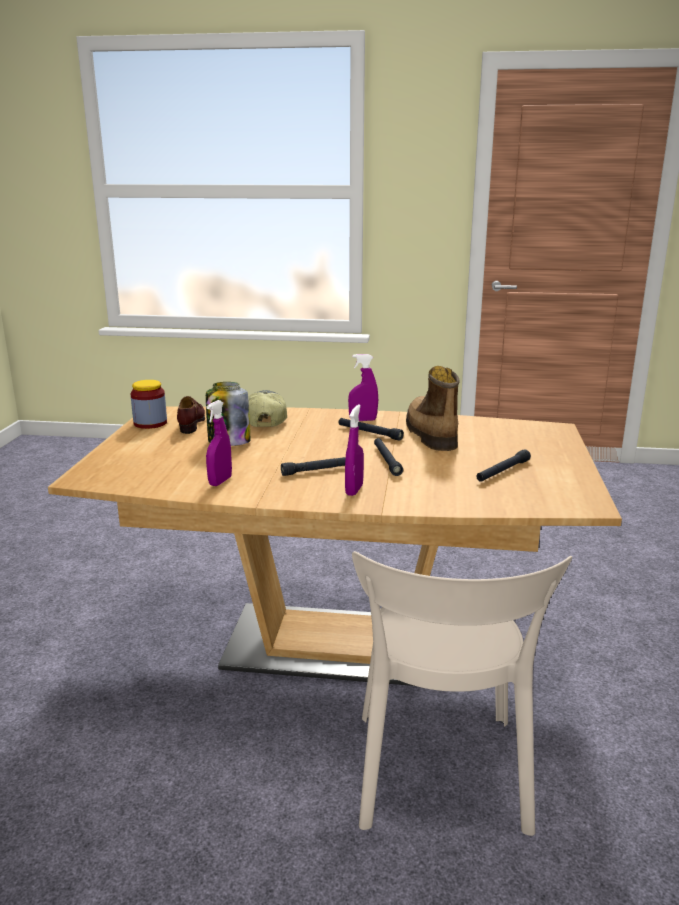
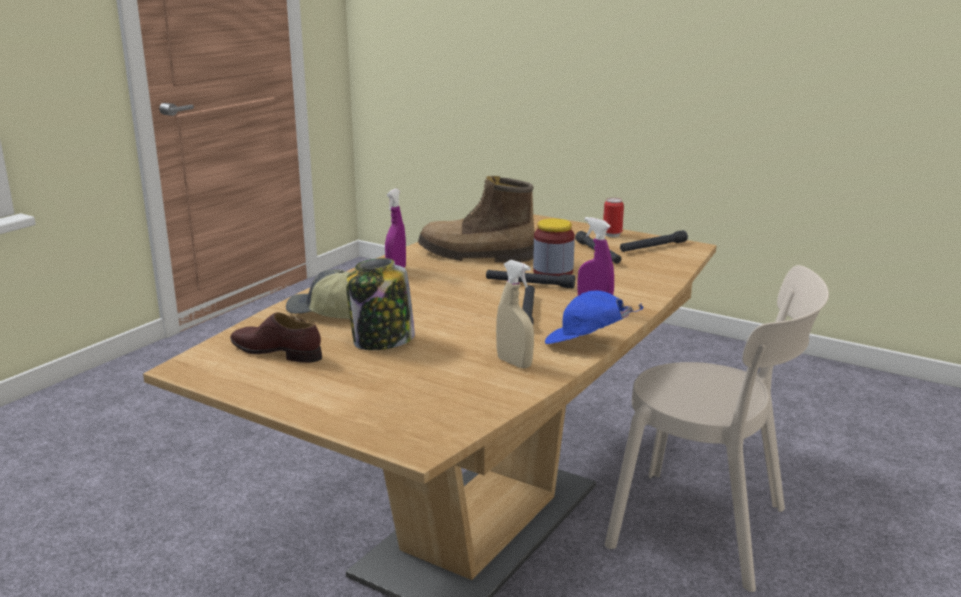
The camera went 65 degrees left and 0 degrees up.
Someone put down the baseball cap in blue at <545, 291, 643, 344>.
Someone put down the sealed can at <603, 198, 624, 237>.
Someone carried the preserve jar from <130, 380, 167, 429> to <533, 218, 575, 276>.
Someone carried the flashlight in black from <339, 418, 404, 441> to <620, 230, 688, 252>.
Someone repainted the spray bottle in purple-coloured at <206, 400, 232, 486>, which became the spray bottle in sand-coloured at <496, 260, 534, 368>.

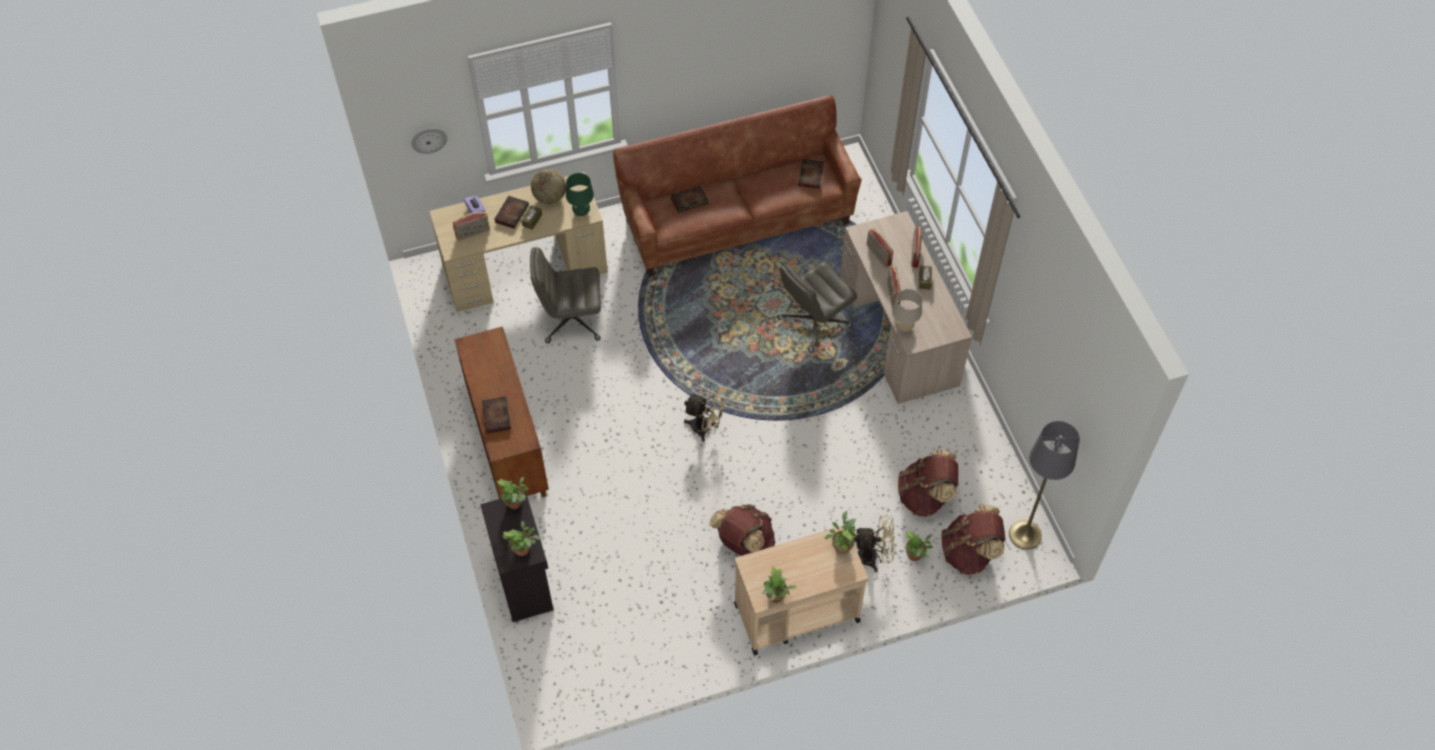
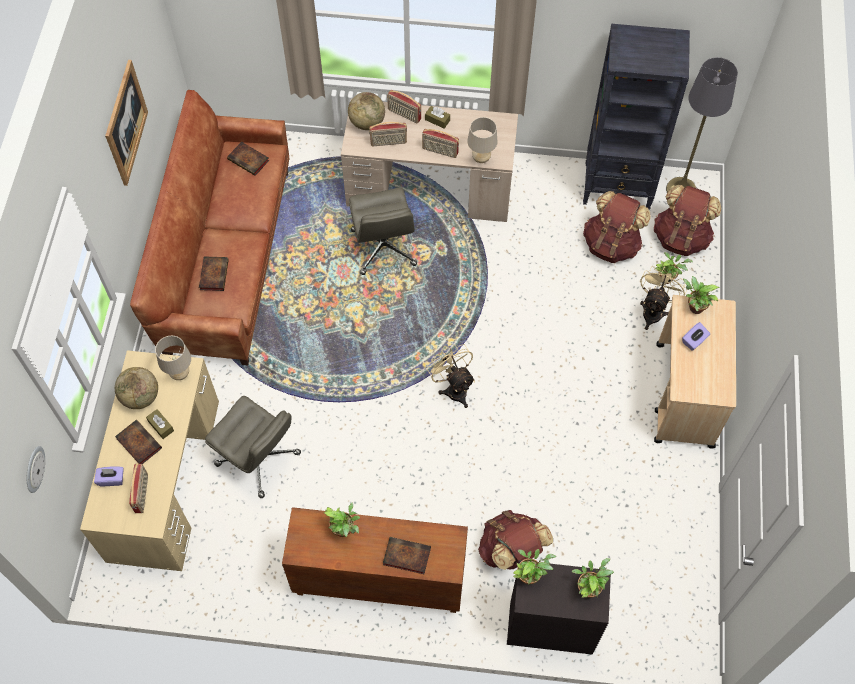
The camera went 65 degrees left and 5 degrees up.
Someone put up the wall art at <105, 60, 148, 186>.
Someone put down the globe at <348, 92, 385, 130>.
Someone put down the bookcase in black at <583, 24, 690, 209>.
Someone put down the tissue holder in purple-coloured at <682, 322, 710, 351>.
Someone carried the backpack in brown from <710, 504, 775, 556> to <478, 510, 553, 570>.
Someone carried the potted plant from <762, 566, 796, 603> to <324, 503, 360, 537>.
Someone repainted the lamp for a table in greenish at <566, 173, 594, 216>, which became the lamp for a table in sand-coloured at <155, 336, 191, 380>.
Someone rotated the computer chair in greyish at <530, 247, 601, 343> by 75 degrees counterclockwise.
Someone rotated the electric fan in sand-coloured at <684, 388, 727, 442> by 75 degrees counterclockwise.

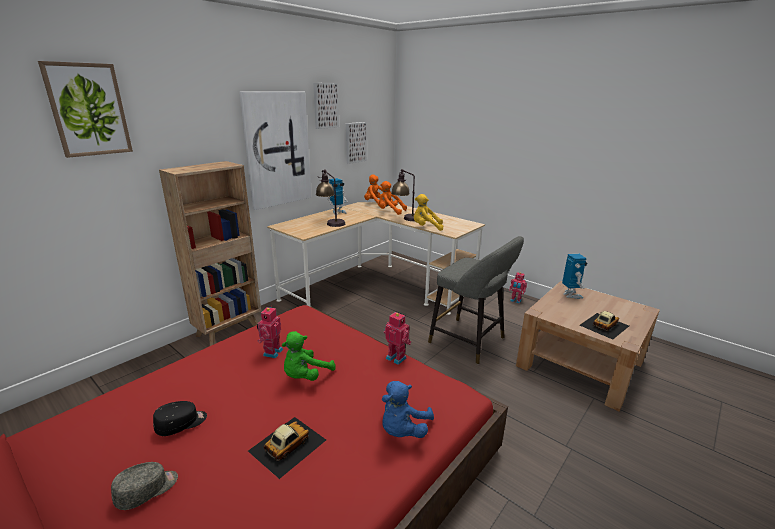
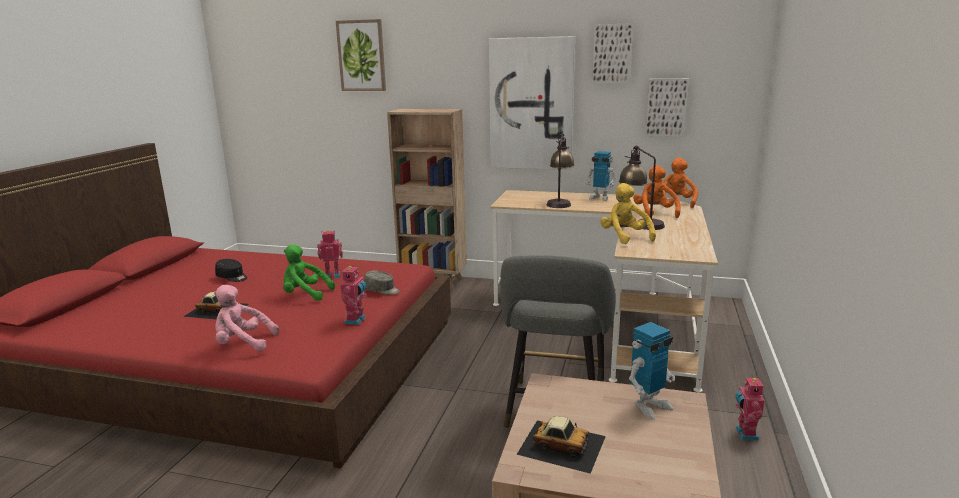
The camera went 65 degrees right and 5 degrees down.
Someone carried the baseball cap in greyish from <111, 462, 178, 510> to <364, 270, 400, 295>.
Someone repainted the plush toy in blue at <382, 381, 434, 438>, which became the plush toy in pink at <214, 285, 279, 351>.

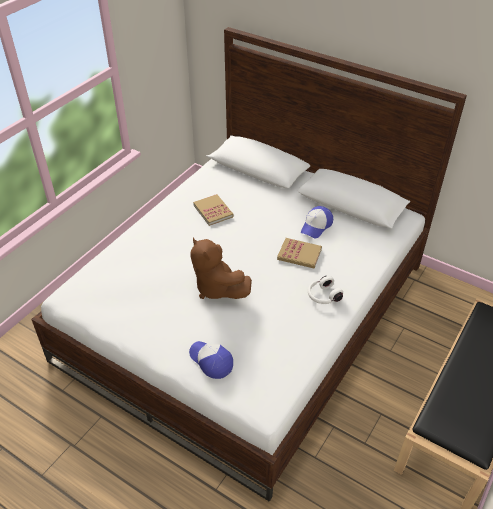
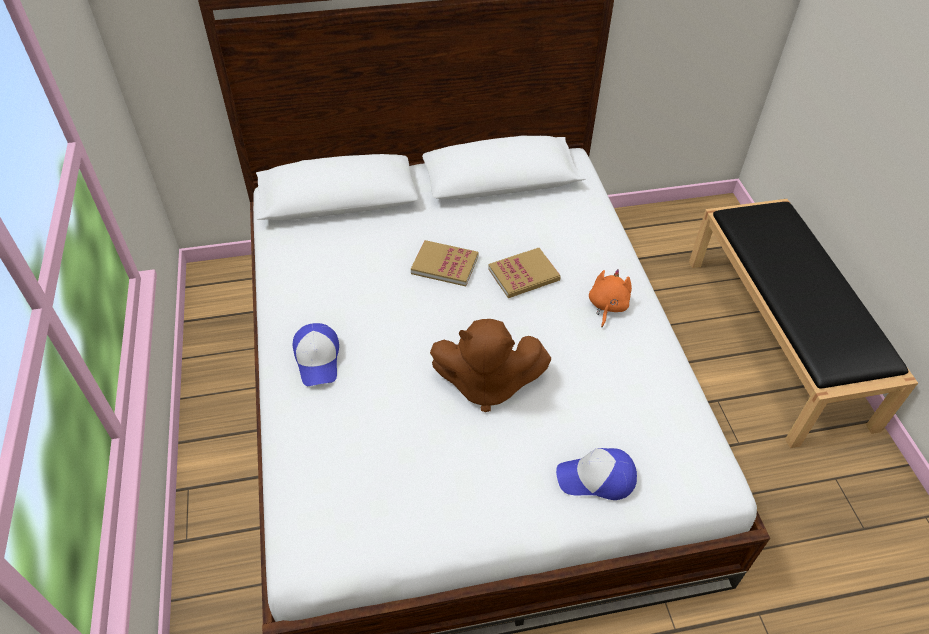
The camera went 45 degrees left and 5 degrees up.
Someone carried the bound book from <193, 194, 234, 226> to <411, 240, 479, 286>.
Someone carried the baseball cap from <301, 206, 333, 238> to <293, 323, 339, 386>.
Someone swapped the pair of headphones in white at <308, 276, 343, 304> for the plush toy in orange at <589, 269, 632, 327>.

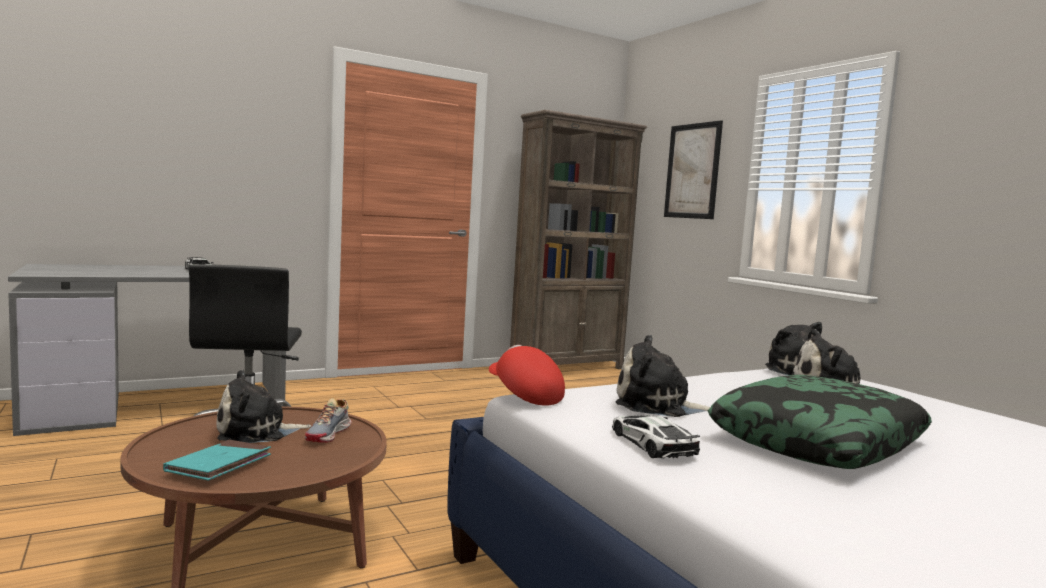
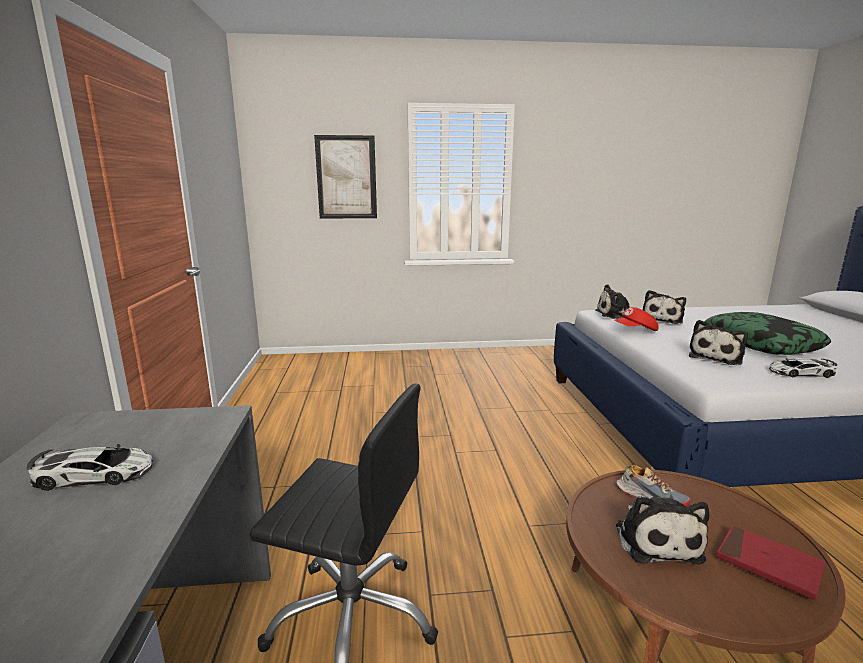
The camera went 65 degrees left and 10 degrees up.
Someone took away the bookcase in brown at <510, 110, 647, 369>.
Someone carried the baseball cap in red-coloured from <489, 345, 565, 406> to <614, 307, 659, 331>.
Someone repainted the bound book in blue-green at <163, 440, 271, 481>, which became the bound book in red-coloured at <716, 525, 826, 600>.

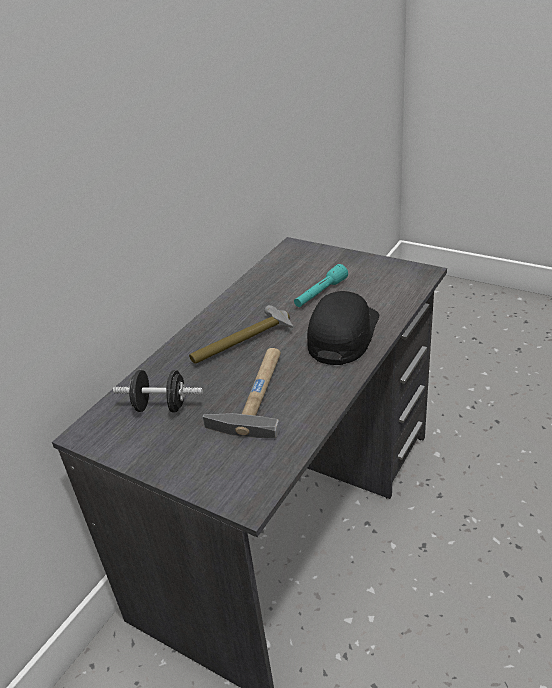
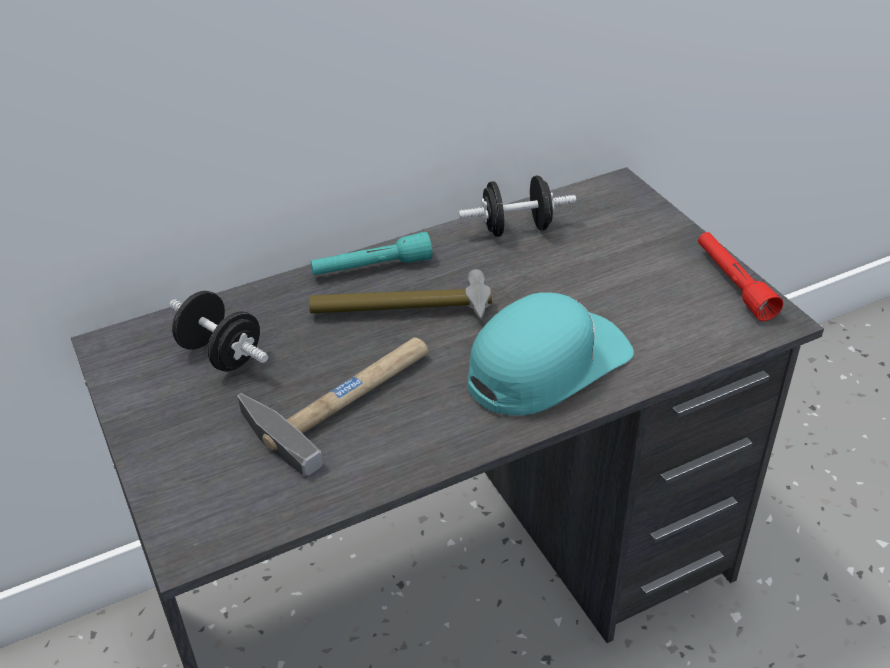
The camera went 30 degrees right and 5 degrees up.
Someone put down the dumbbell in black at <458, 175, 576, 237>.
Someone put down the flashlight in red-coloured at <698, 232, 783, 321>.
Someone carried the flashlight in blue-green from <294, 264, 348, 307> to <310, 232, 432, 275>.
Someone repainted the baseball cap in black at <307, 291, 379, 365>, which became the baseball cap in blue-green at <467, 292, 634, 416>.

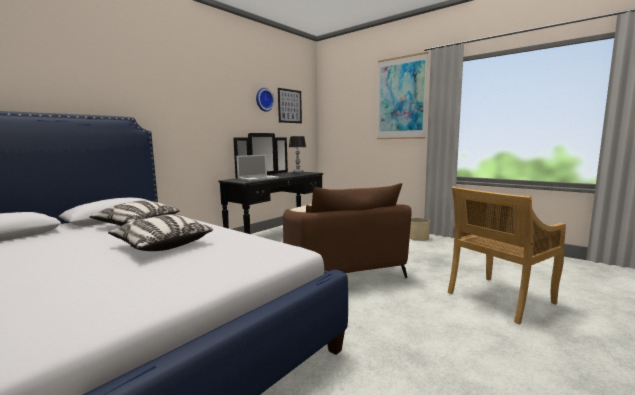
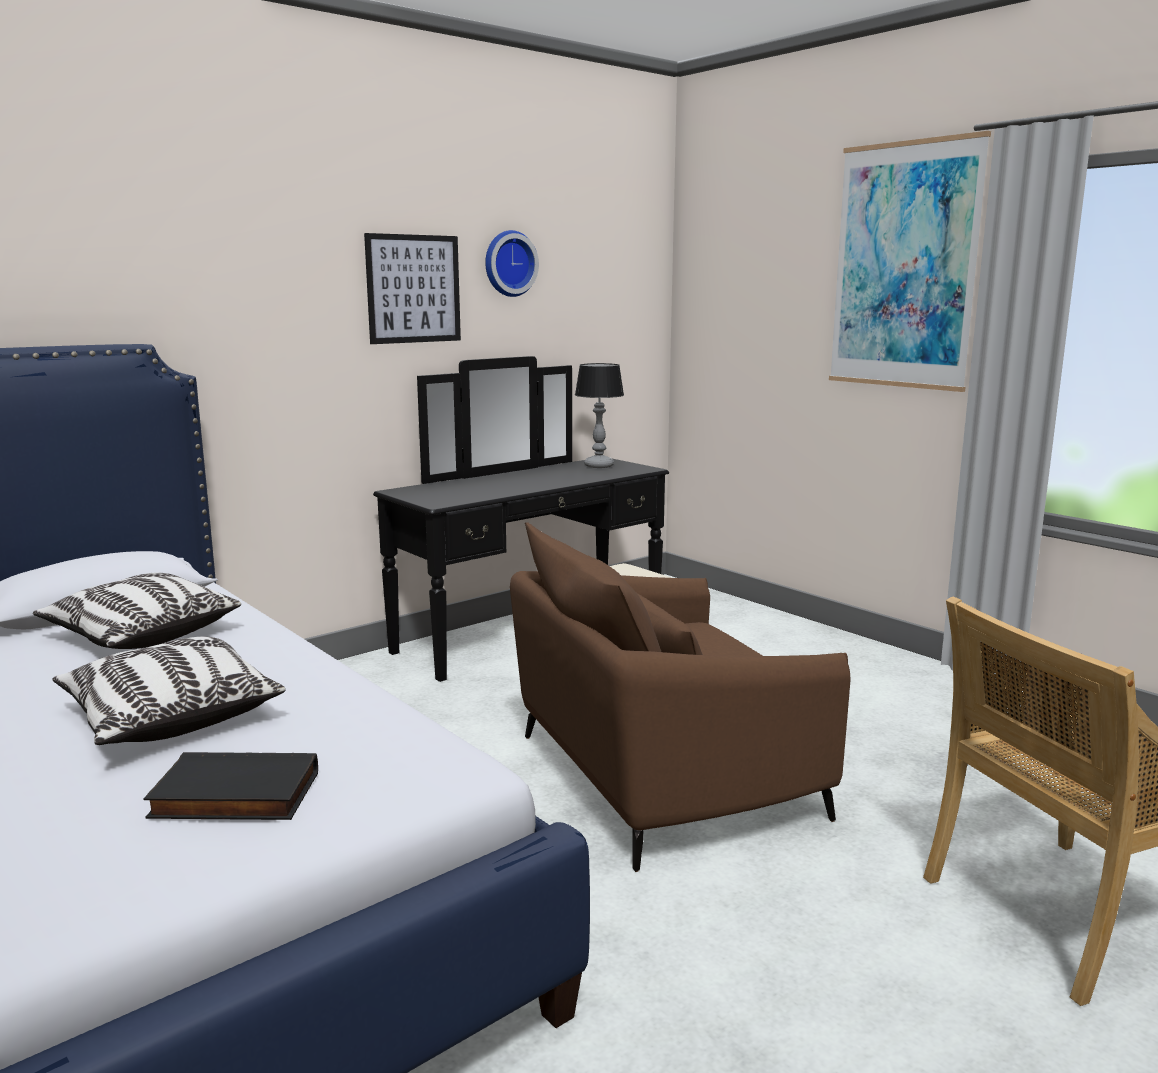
The camera went 10 degrees right and 5 degrees up.
Someone took away the portable computer at <236, 155, 279, 181>.
Someone took away the planter in sand-coloured at <410, 218, 430, 241>.
Someone put down the bound book in black at <143, 752, 318, 820>.
Someone carried the wall art from <278, 88, 302, 123> to <364, 233, 461, 344>.
Someone rotated the lounge chair in brown at <283, 183, 412, 278> by 75 degrees clockwise.

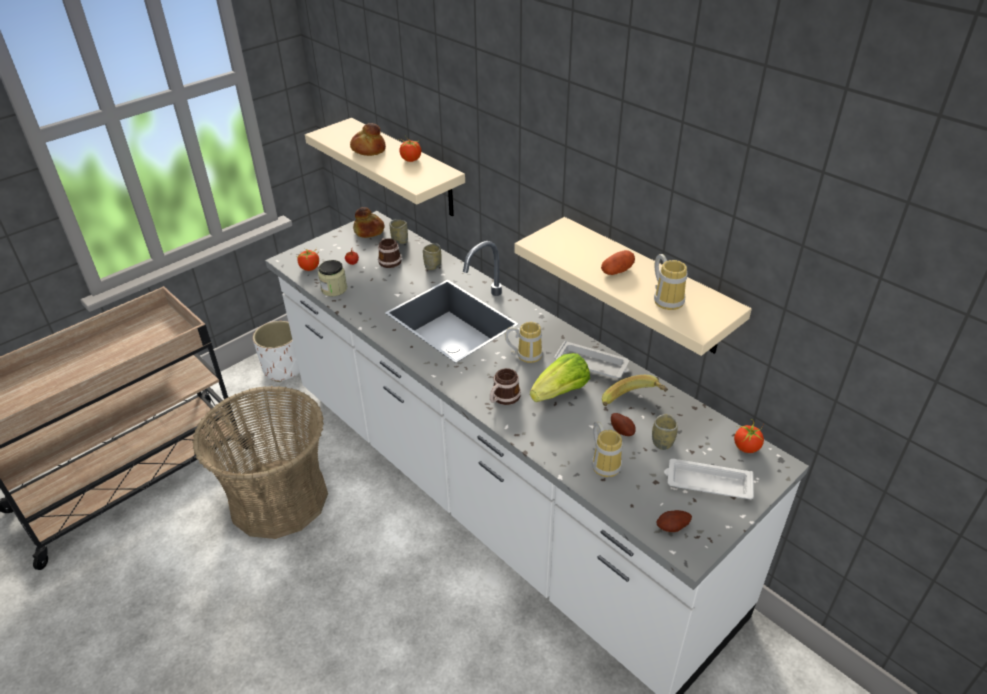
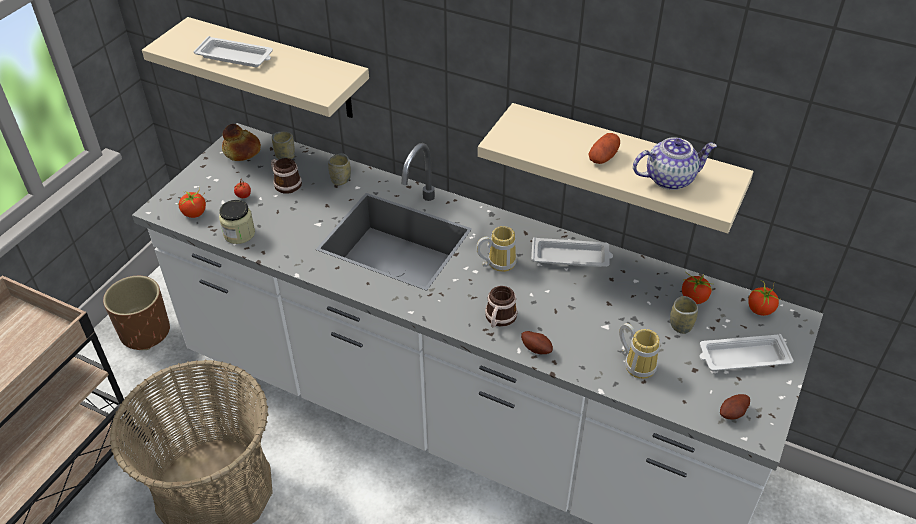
The camera went 20 degrees left and 5 degrees up.
Someone took away the lettuce head at <530, 353, 590, 402>.
Someone took away the banana at <602, 375, 668, 406>.
Someone carried the whole tomato from <399, 137, 421, 162> to <682, 272, 713, 304>.
Someone carried the whole potato from <611, 413, 636, 436> to <521, 331, 553, 354>.
Someone swapped the bakery bread at <350, 123, 386, 156> for the carrying tray in white at <193, 36, 273, 67>.
Someone swapped the tea mug at <654, 254, 688, 310> for the pot for tea at <633, 137, 717, 190>.
Someone repainted the planter in white at <253, 321, 300, 382>, which became the planter in brown at <103, 276, 170, 350>.

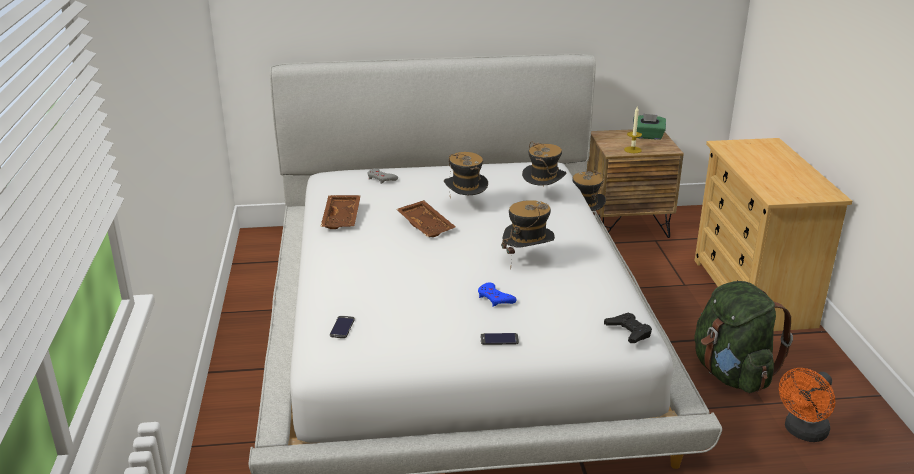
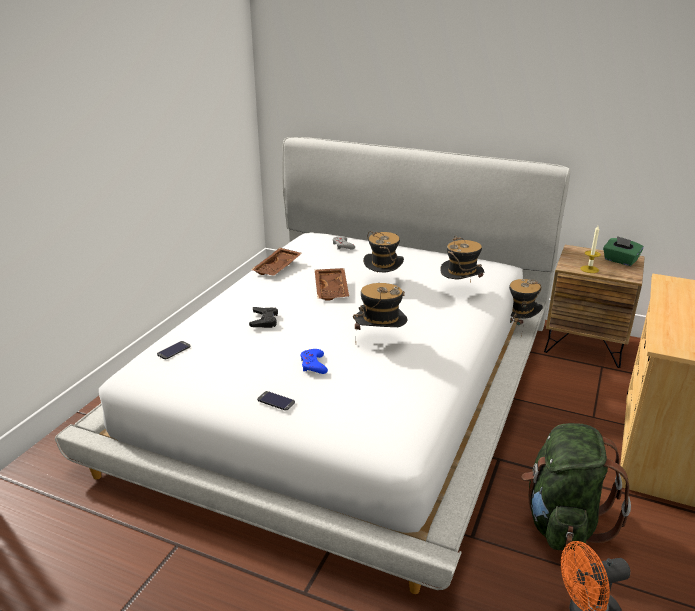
The camera went 30 degrees right and 0 degrees up.
Someone carried the joypad in black from <604, 313, 652, 343> to <249, 307, 278, 328>.

